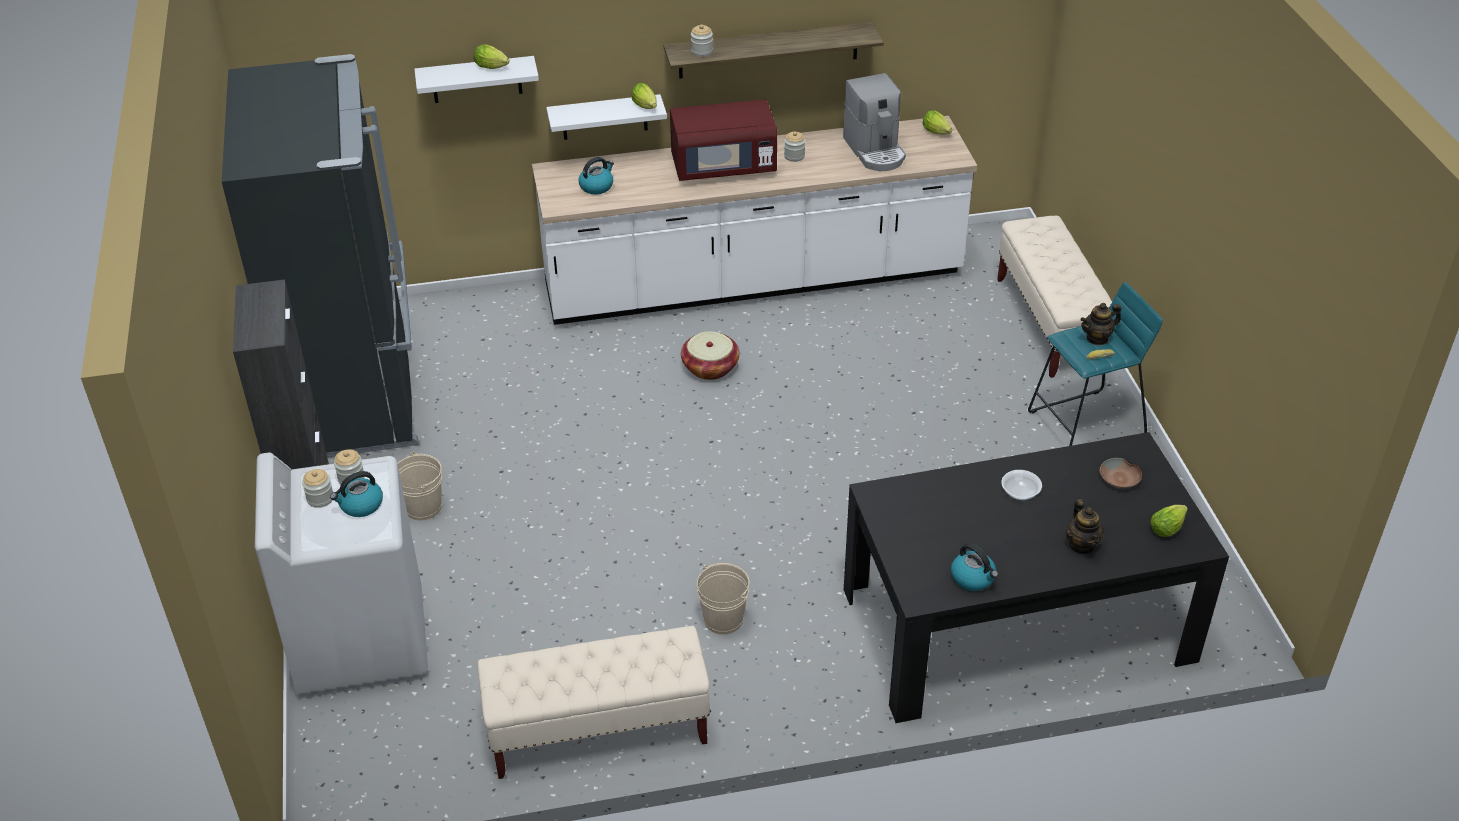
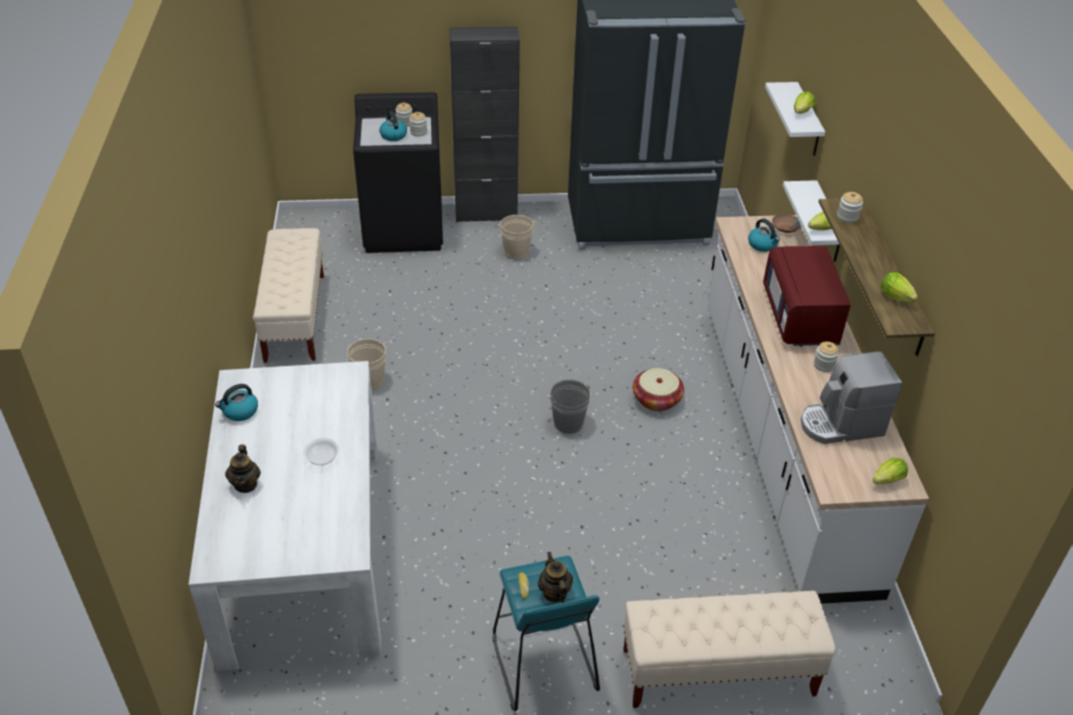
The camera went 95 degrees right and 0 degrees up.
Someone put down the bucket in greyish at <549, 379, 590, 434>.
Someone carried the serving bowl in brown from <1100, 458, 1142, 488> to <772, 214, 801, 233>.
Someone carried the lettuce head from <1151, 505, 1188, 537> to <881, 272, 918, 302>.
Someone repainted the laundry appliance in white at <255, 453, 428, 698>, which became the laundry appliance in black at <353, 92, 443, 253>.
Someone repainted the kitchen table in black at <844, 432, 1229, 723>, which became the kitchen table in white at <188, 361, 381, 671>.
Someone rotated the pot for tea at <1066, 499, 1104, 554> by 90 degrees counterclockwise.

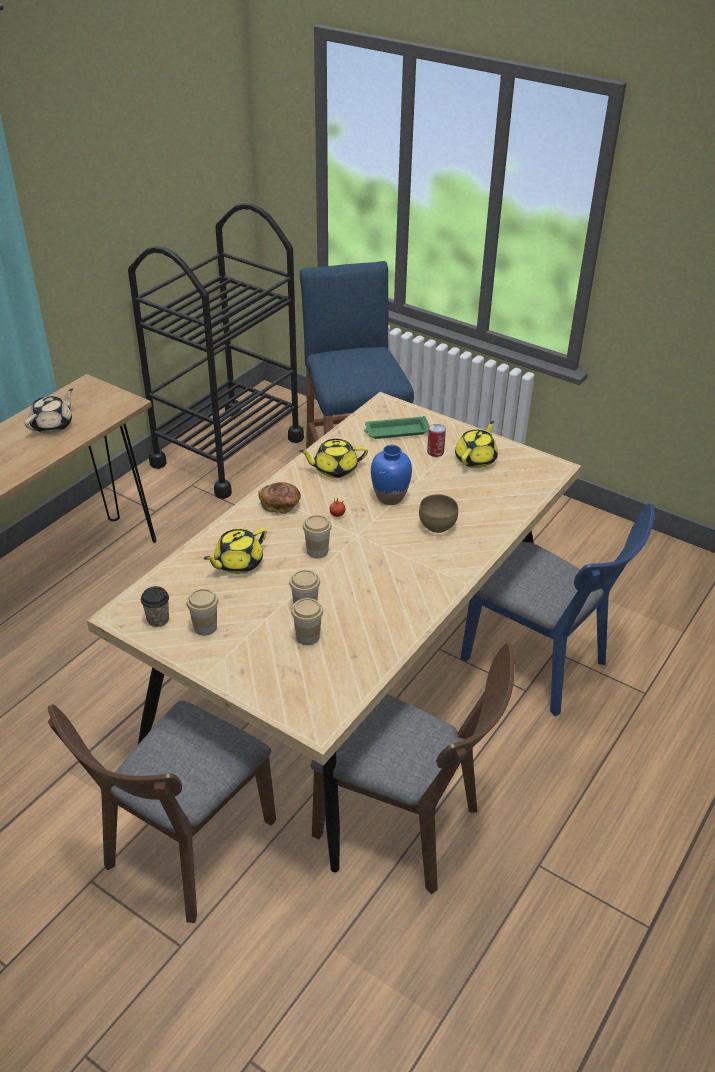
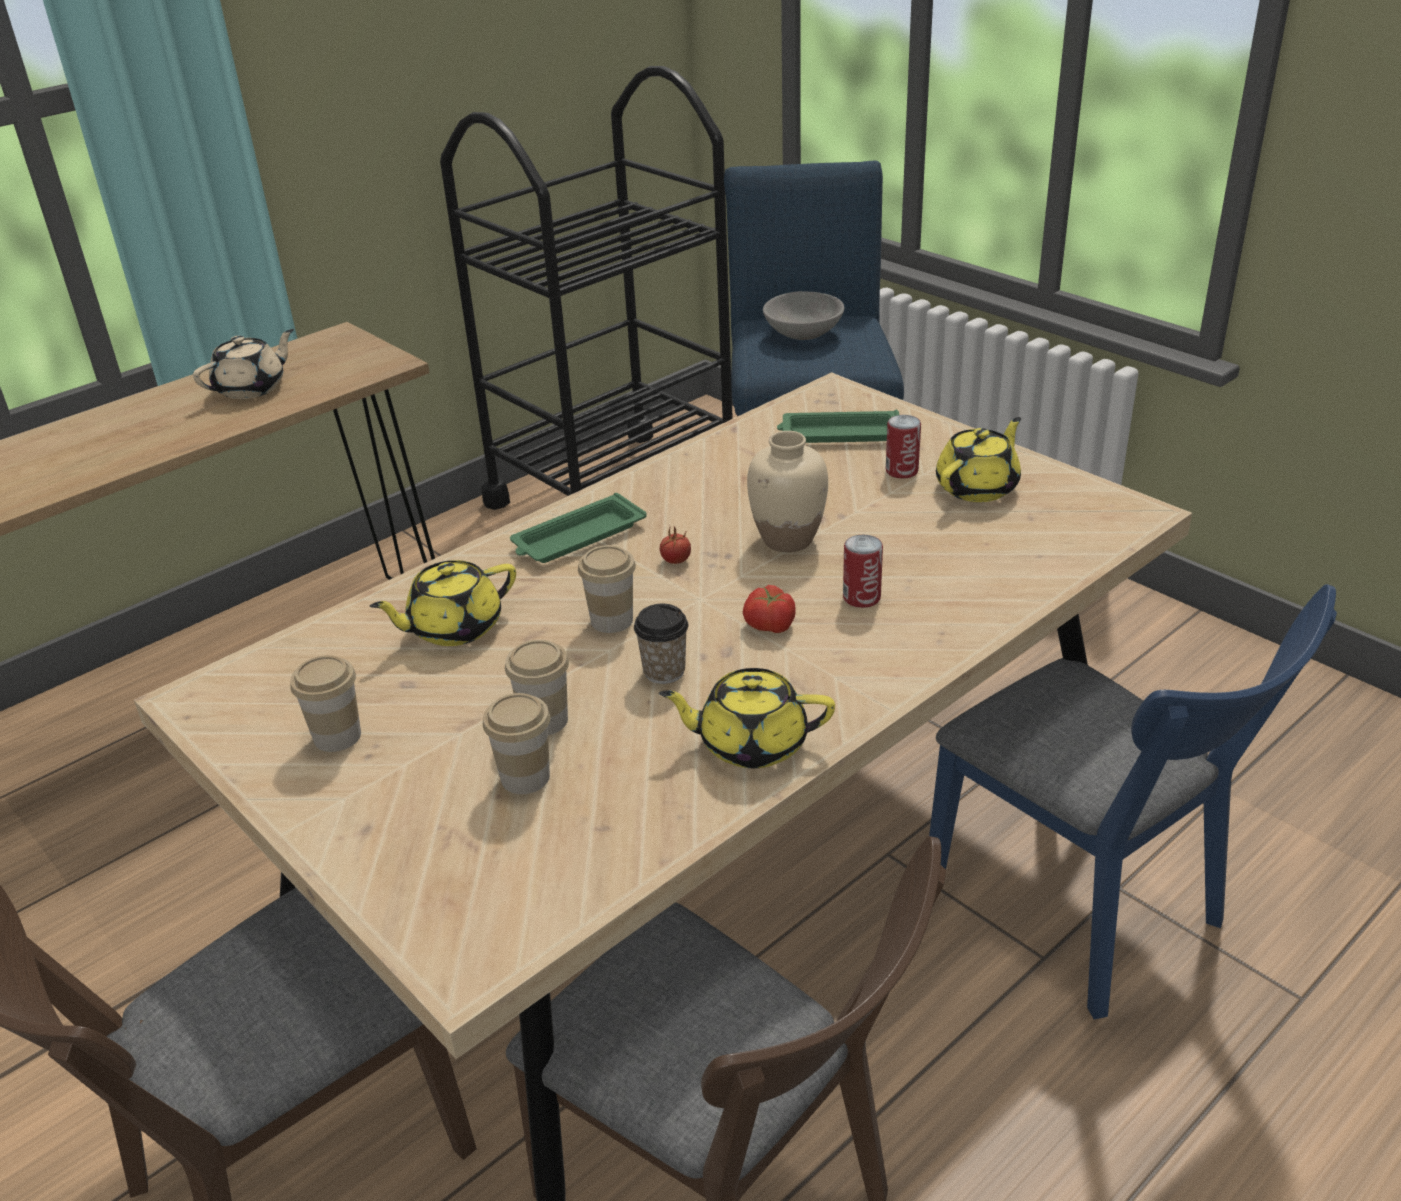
The camera went 15 degrees right and 5 degrees down.
Someone put down the whole tomato at <743, 585, 796, 633>.
Someone put down the serving bowl in greyish at <763, 291, 844, 340>.
Someone carried the drinking cup from <141, 586, 169, 627> to <634, 604, 688, 684>.
Someone carried the pot for tea in yellowish from <299, 439, 368, 478> to <659, 668, 835, 768>.
Someone swapped the bakery bread at <259, 482, 301, 514> for the carrying tray in greenish at <510, 493, 647, 563>.
Someone swapped the serving bowl in brown at <419, 494, 458, 533> for the sealed can at <843, 535, 883, 608>.
Someone repainted the vase in blue at <371, 445, 412, 505>, which became the vase in sand-coloured at <747, 431, 828, 552>.

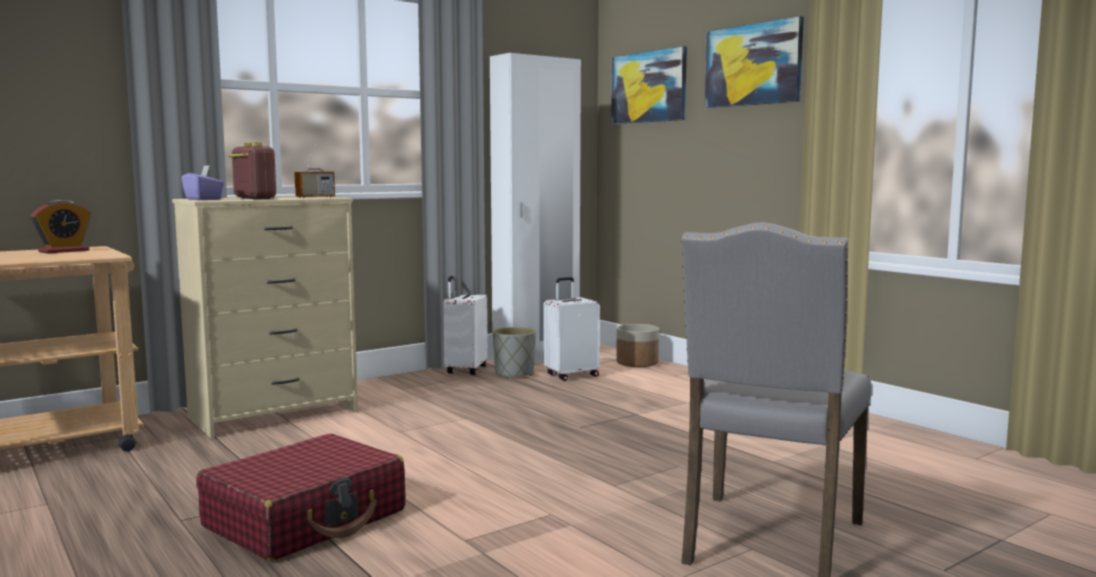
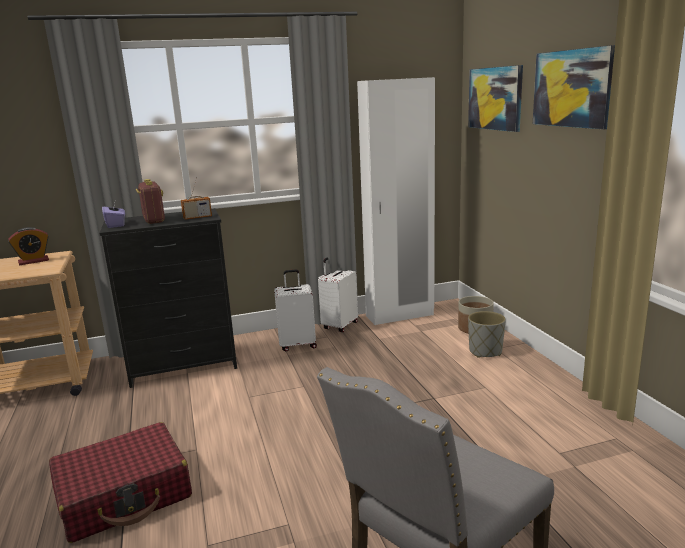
The camera went 20 degrees right and 10 degrees up.
Someone carried the planter in greyish from <493, 327, 536, 379> to <468, 311, 506, 358>.
Someone carried the suitcase in white from <543, 277, 600, 381> to <274, 269, 317, 351>.
Someone repainted the chest of drawers in sand-coloured at <172, 196, 358, 438>, which became the chest of drawers in black at <99, 208, 237, 388>.

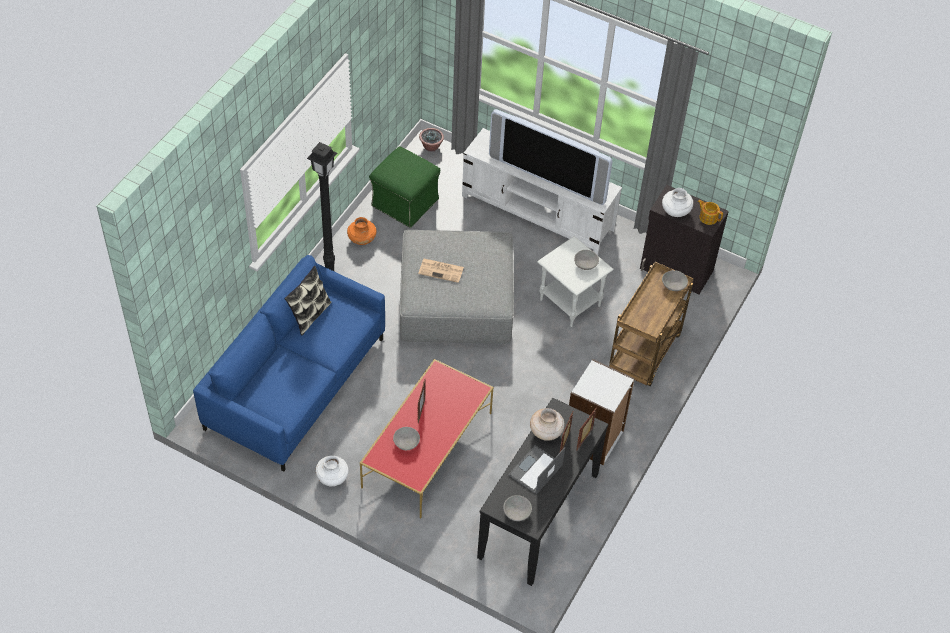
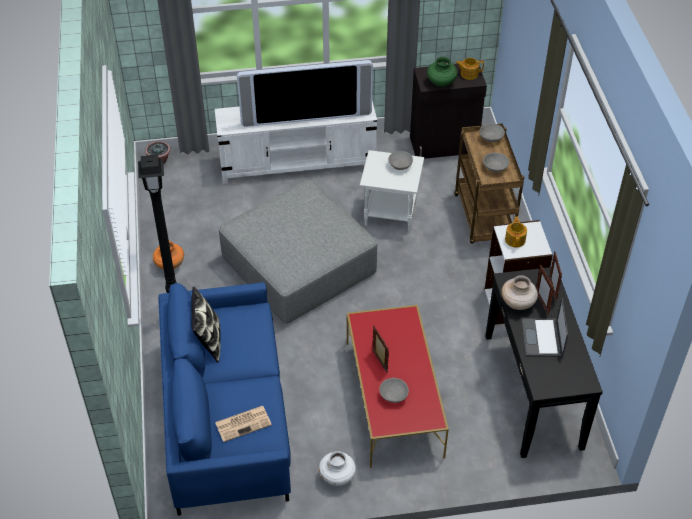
The camera went 35 degrees left and 5 degrees down.
Someone took away the footrest in greenish at <369, 146, 440, 228>.
Someone put down the pot for tea at <505, 216, 527, 248>.
Someone carried the daily paper from <418, 259, 464, 283> to <215, 406, 272, 442>.
Someone carried the serving bowl in greyish from <503, 495, 532, 521> to <483, 153, 509, 172>.
Someone repainted the vase in white at <662, 188, 693, 217>, which became the vase in greenish at <427, 57, 457, 87>.

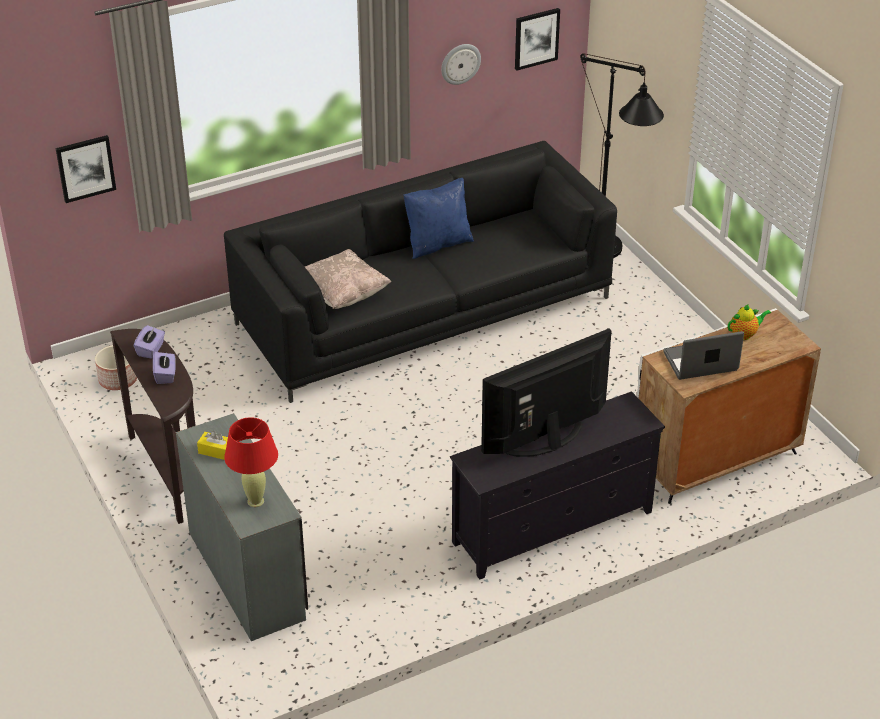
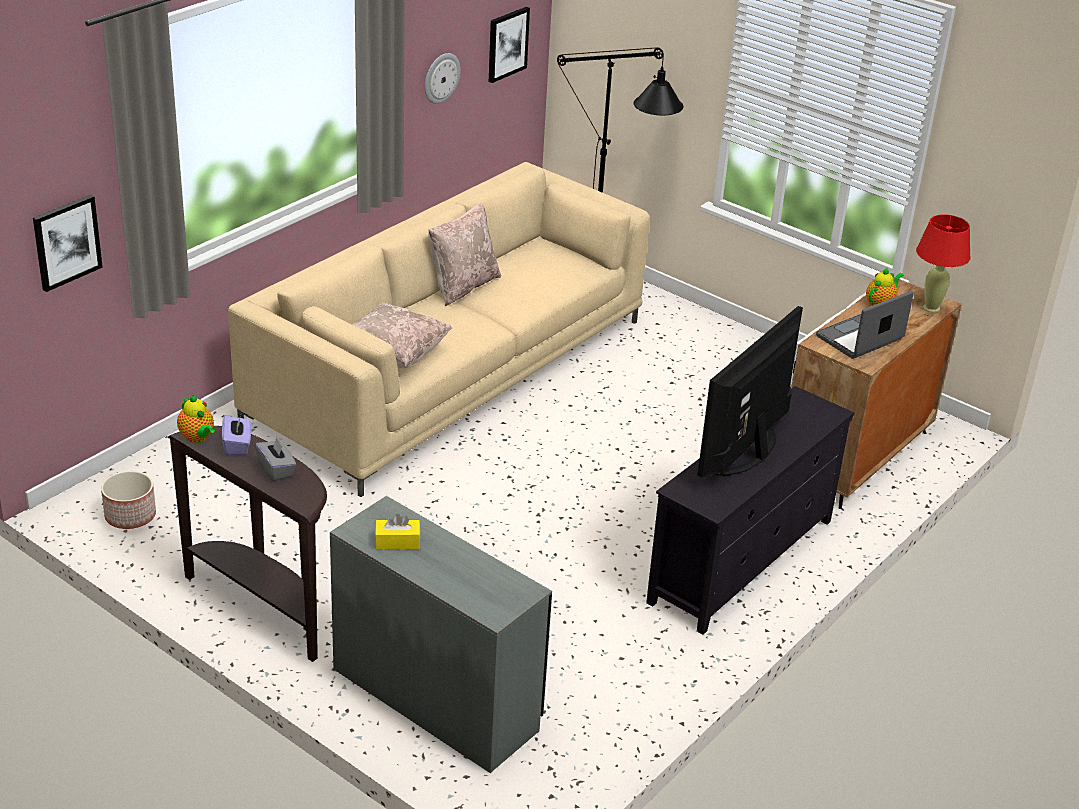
The camera went 25 degrees left and 5 degrees down.
Someone put down the pot for tea at <177, 395, 215, 443>.
Someone carried the lamp for a table in red-coloured from <224, 417, 278, 507> to <916, 214, 971, 313>.
Someone repainted the tissue holder in purple-coloured at <153, 352, 176, 384>, which became the tissue holder in greyish at <255, 437, 296, 482>.
Someone repainted the settee in black at <224, 141, 617, 403>, which became the settee in sand-coloured at <228, 162, 650, 497>.
Someone repainted the throw pillow in blue at <403, 178, 474, 259>, which became the throw pillow in sand-coloured at <428, 204, 501, 306>.

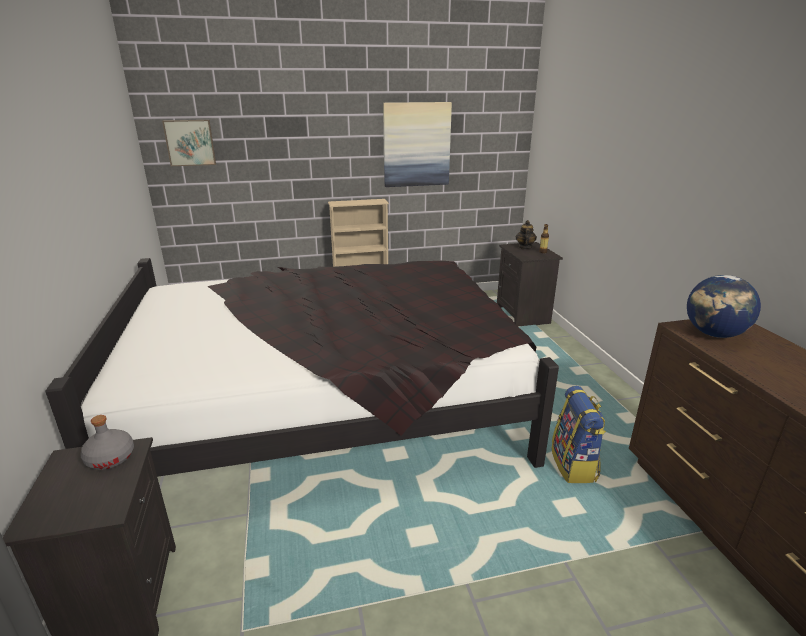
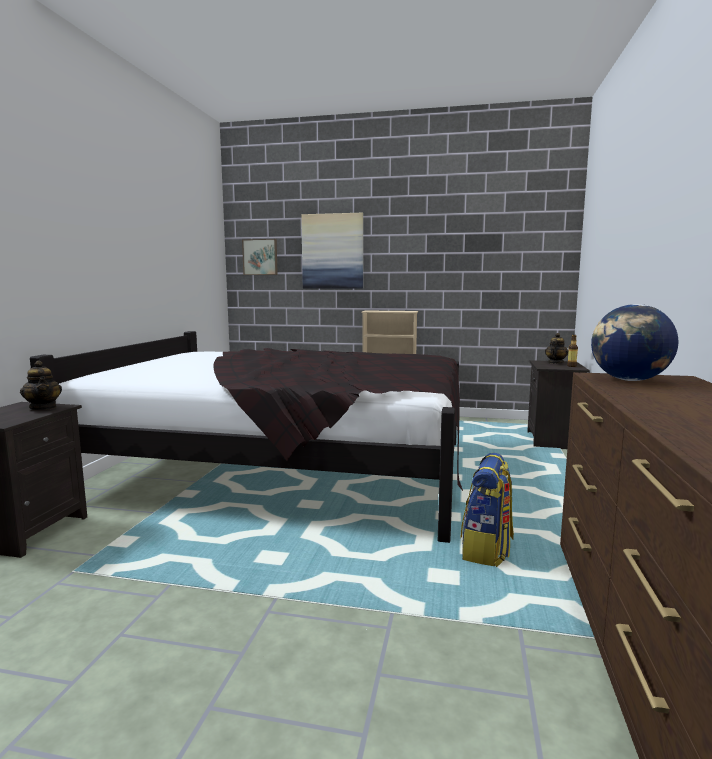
The camera went 25 degrees right and 15 degrees down.
Someone carried the wall art from <383, 102, 452, 187> to <301, 213, 363, 289>.
Someone swapped the bottle in greyish at <80, 415, 134, 470> for the pot for tea at <20, 361, 62, 410>.

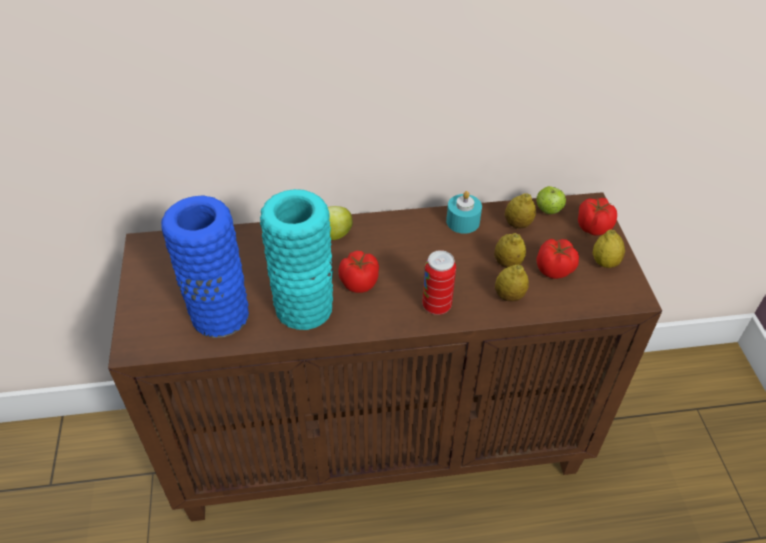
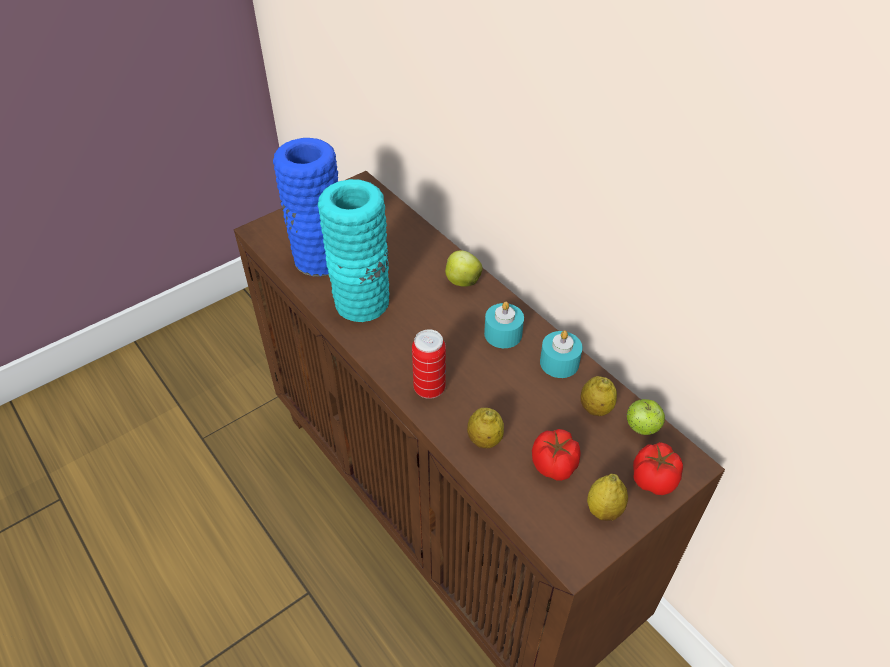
The camera went 60 degrees right and 0 degrees up.
Someone took away the whole tomato at <339, 251, 379, 293>.
Someone took away the whole lemon at <494, 233, 526, 268>.
Someone put down the candle in blue-green at <484, 302, 524, 348>.

